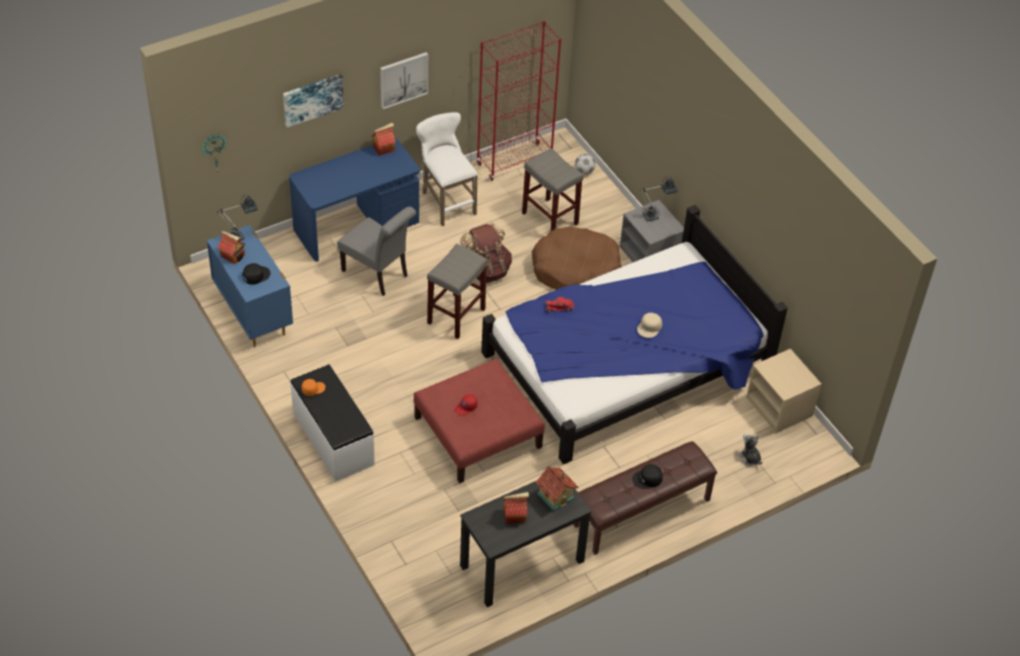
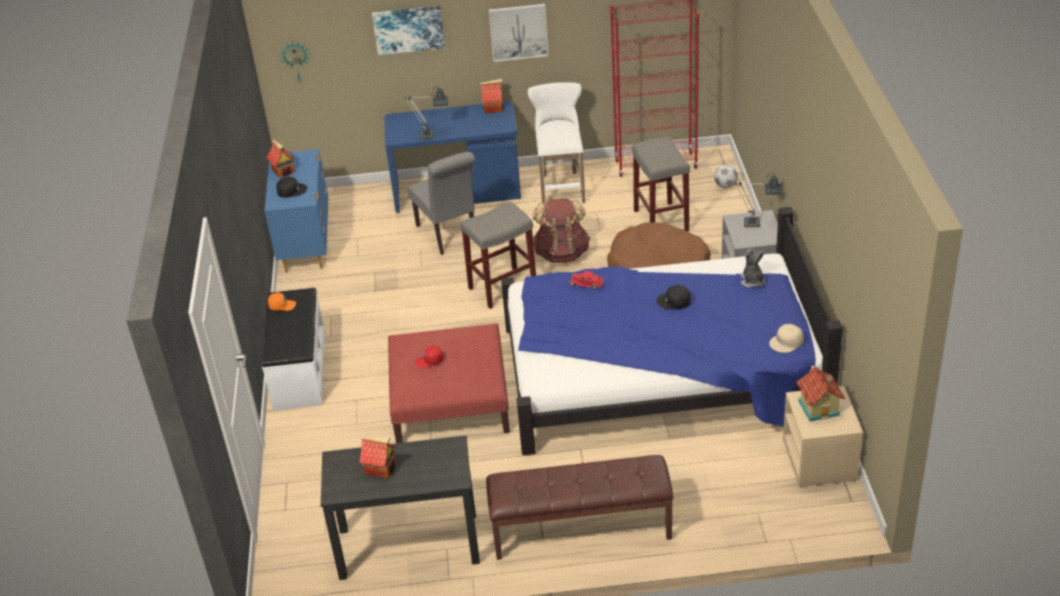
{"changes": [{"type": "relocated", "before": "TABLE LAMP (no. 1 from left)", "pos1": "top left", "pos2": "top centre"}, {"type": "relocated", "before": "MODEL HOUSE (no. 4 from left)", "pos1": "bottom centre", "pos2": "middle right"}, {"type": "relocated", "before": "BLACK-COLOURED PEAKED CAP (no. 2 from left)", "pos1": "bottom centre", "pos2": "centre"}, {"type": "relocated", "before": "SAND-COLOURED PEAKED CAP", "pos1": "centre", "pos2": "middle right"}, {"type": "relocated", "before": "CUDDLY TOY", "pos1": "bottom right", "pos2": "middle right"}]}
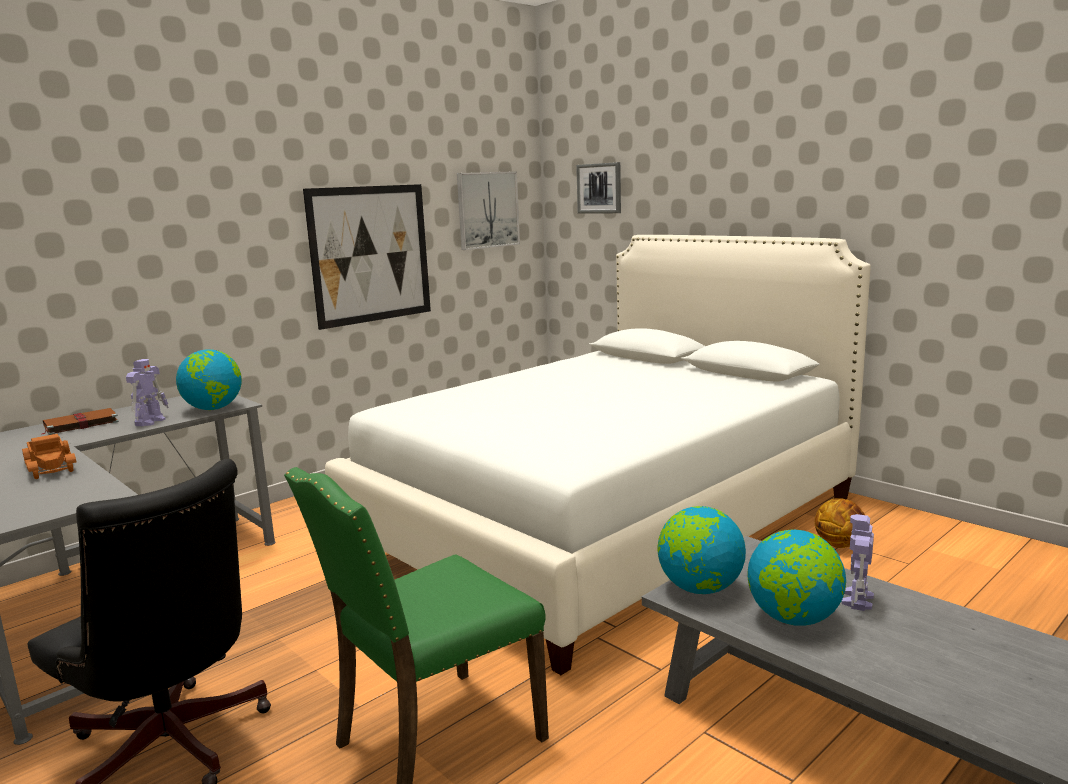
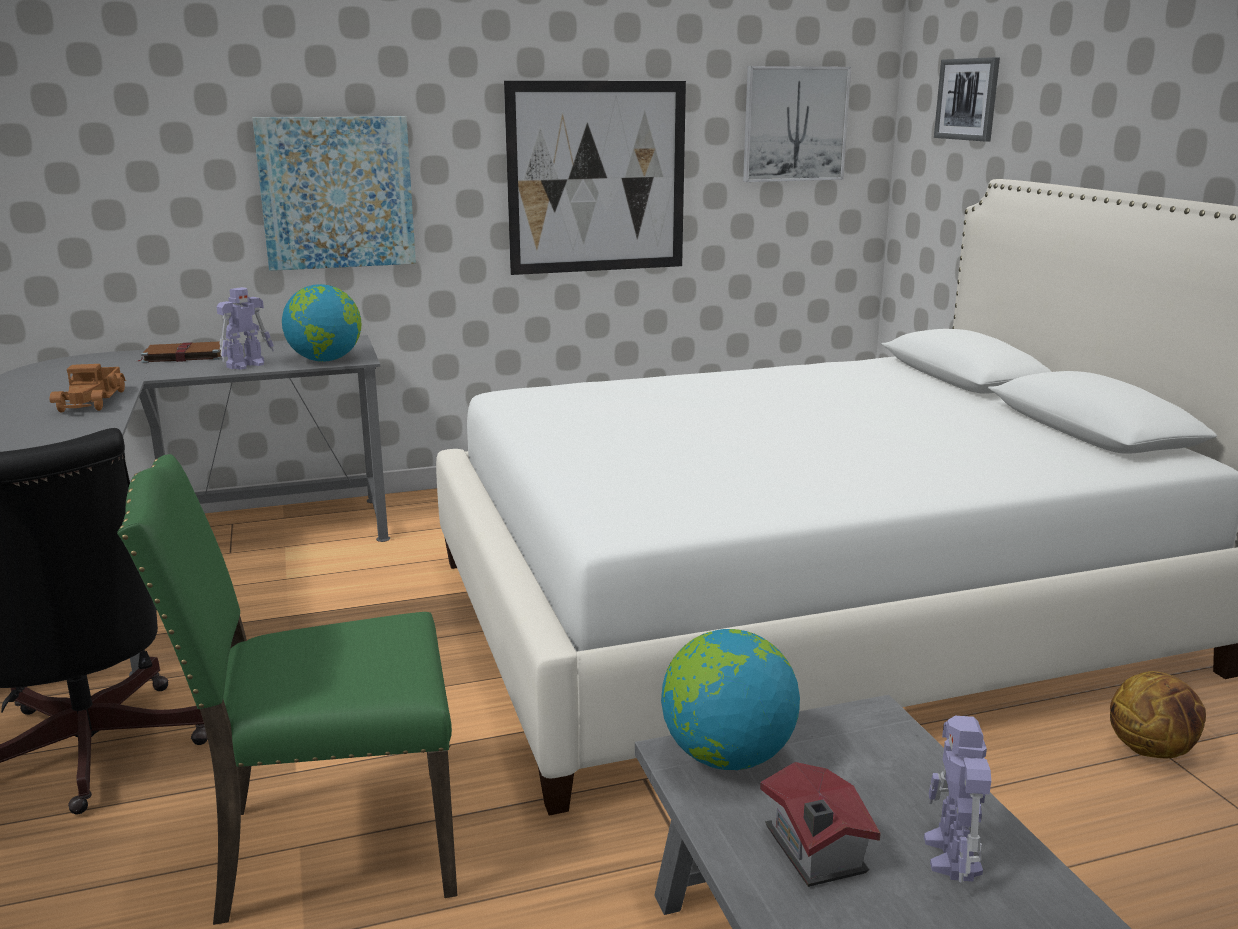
{"changes": [{"type": "appeared", "after": "WALL ART (no. 1 from left)", "pos2": "top left"}, {"type": "exchanged", "before": "DESK GLOBE (no. 3 from left)", "after": "MODEL HOUSE", "pos1": "bottom right", "pos2": "bottom centre"}, {"type": "spun", "before": "TOY ROBOT (no. 2 from left)", "pos1": "bottom right", "pos2": "bottom right", "turn": -45}]}
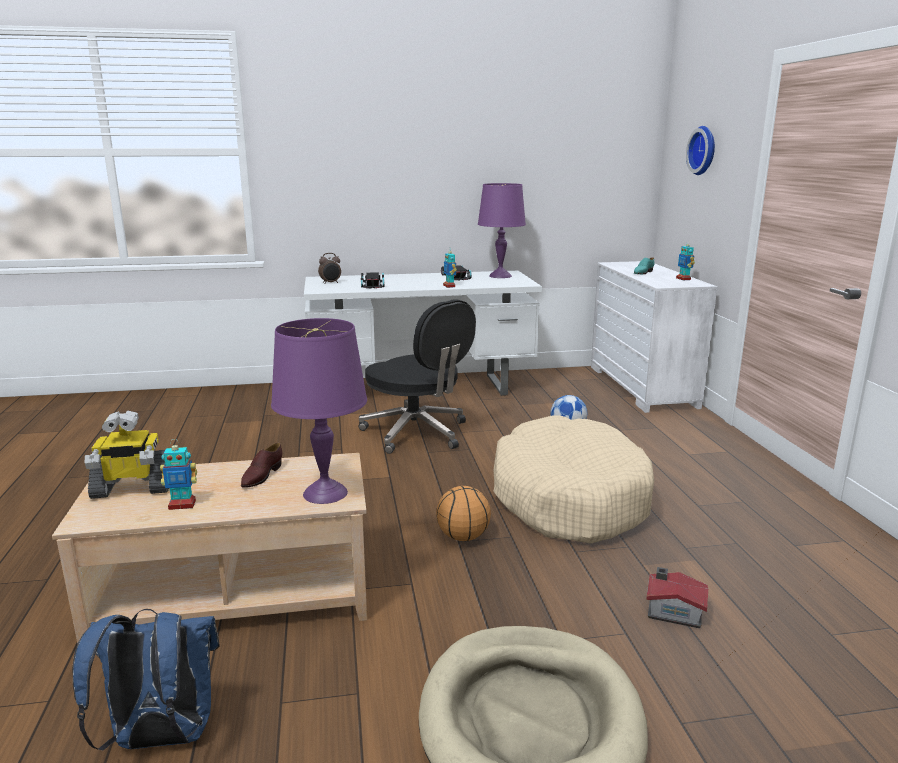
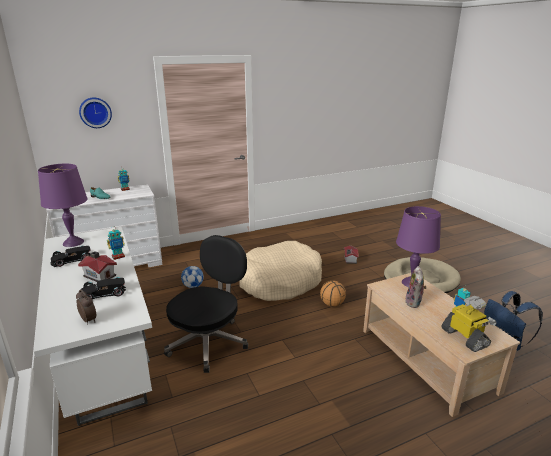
{"changes": [{"type": "appeared", "after": "MODEL HOUSE (no. 1 from left)", "pos2": "middle left"}, {"type": "exchanged", "before": "BROWN-COLOURED ITEM OF FOOTWEAR", "after": "CUDDLY TOY", "pos1": "middle left", "pos2": "middle right"}]}
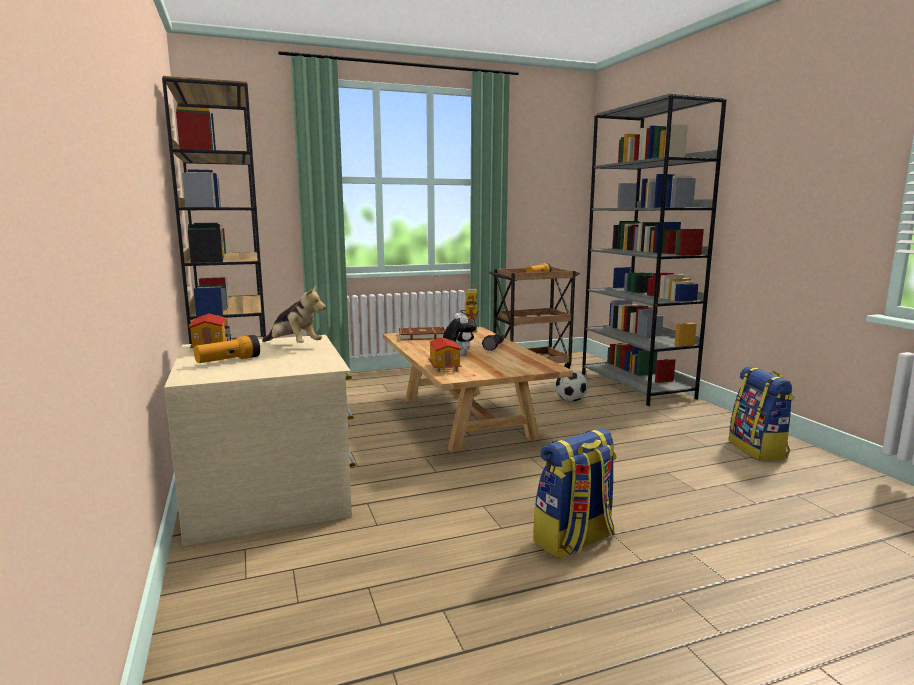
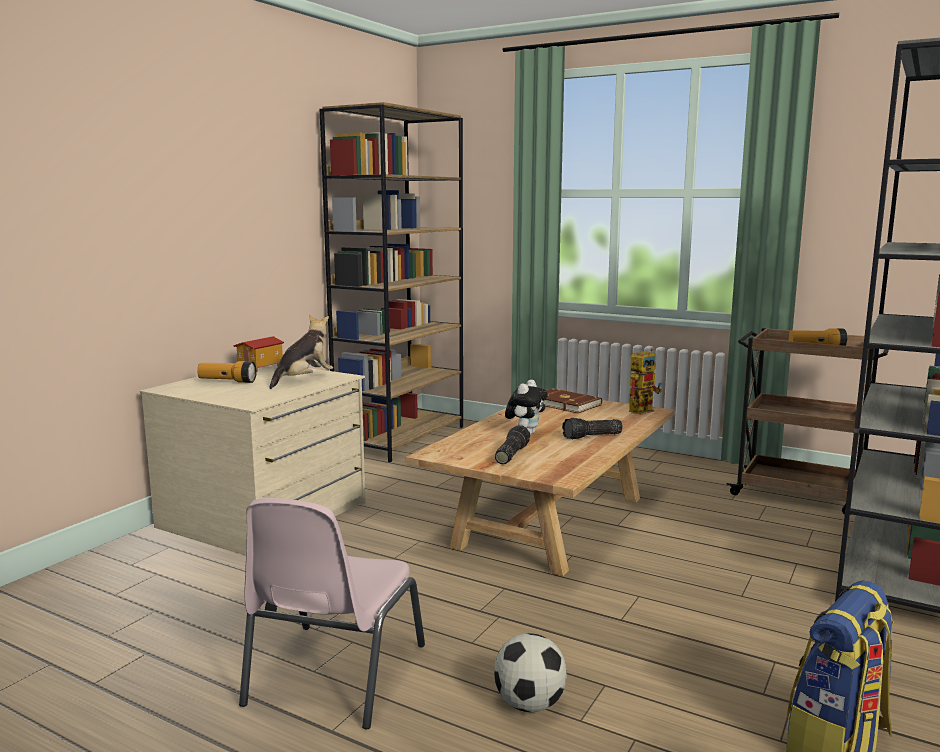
{"changes": [{"type": "missing", "before": "MODEL HOUSE (no. 2 from left)", "pos1": "centre"}, {"type": "appeared", "after": "FLASHLIGHT (no. 2 from left)", "pos2": "centre"}, {"type": "relocated", "before": "FOOTBALL", "pos1": "centre", "pos2": "bottom centre"}, {"type": "exchanged", "before": "BACKPACK (no. 1 from left)", "after": "PINK UPRIGHT CHAIR", "pos1": "bottom centre", "pos2": "bottom centre"}, {"type": "spun", "before": "CUDDLY TOY (no. 1 from left)", "pos1": "middle left", "pos2": "middle left", "turn": -135}]}
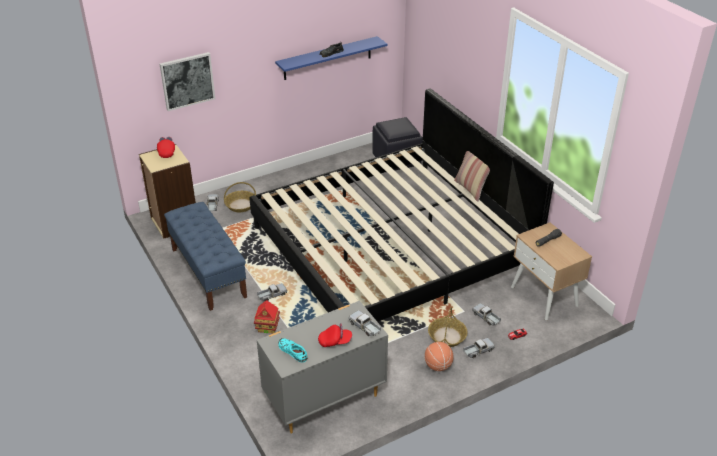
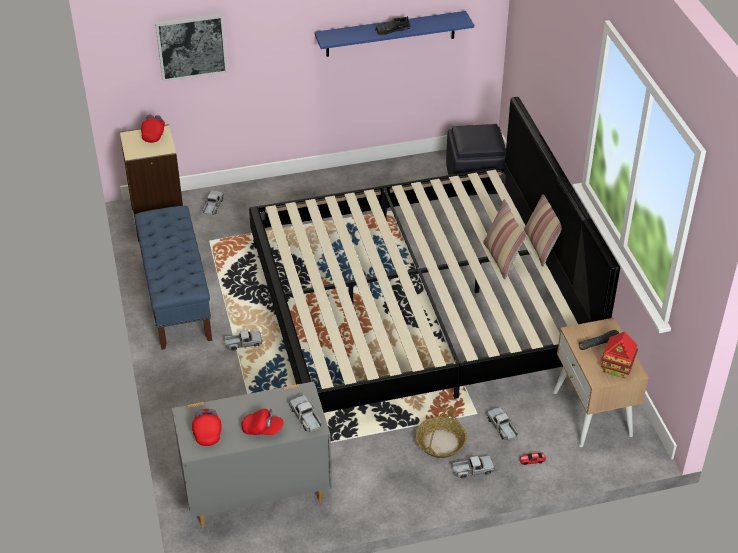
{"changes": [{"type": "missing", "before": "BASKET (no. 1 from left)", "pos1": "centre"}, {"type": "missing", "before": "BASKETBALL BALL", "pos1": "bottom centre"}, {"type": "appeared", "after": "THROW PILLOW (no. 1 from left)", "pos2": "middle right"}, {"type": "relocated", "before": "MODEL HOUSE", "pos1": "bottom centre", "pos2": "middle right"}, {"type": "exchanged", "before": "TURQUOISE ITEM OF FOOTWEAR", "after": "RED PEAKED CAP (no. 2 from left)", "pos1": "bottom centre", "pos2": "bottom left"}]}
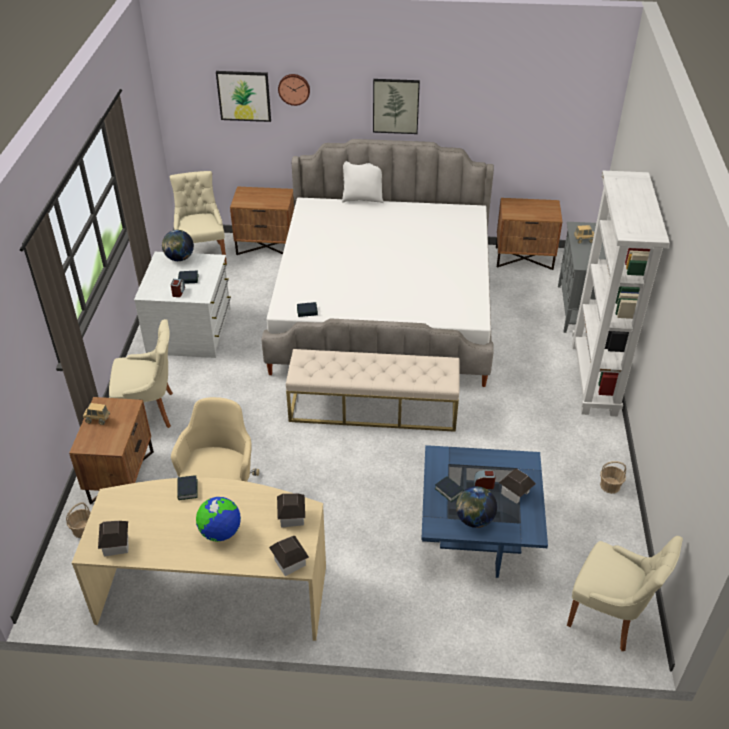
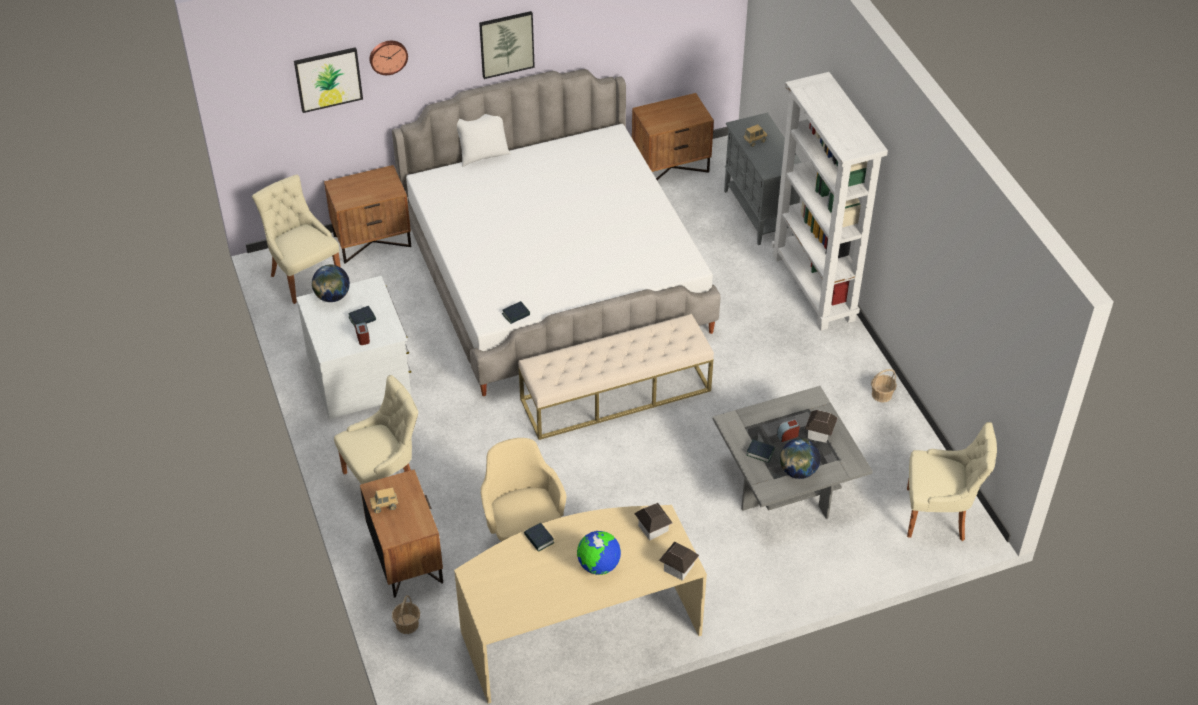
{"changes": [{"type": "missing", "before": "MODEL HOUSE (no. 1 from left)", "pos1": "bottom left"}, {"type": "colour", "before": "BLUE-COLOURED COFFEE TABLE", "after": "GRAY COFFEE TABLE", "pos1": "bottom centre", "pos2": "centre"}]}
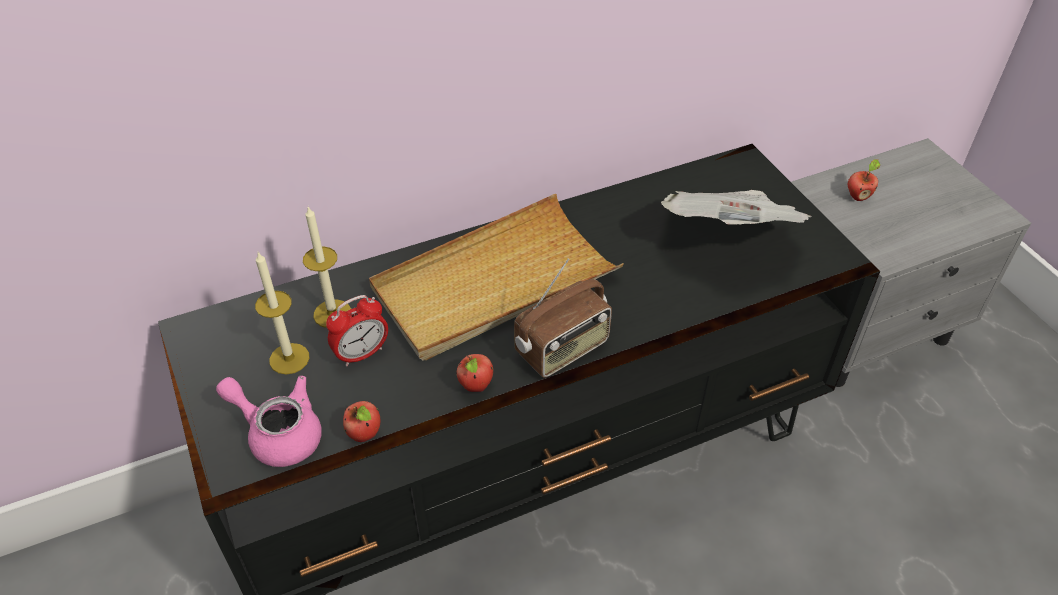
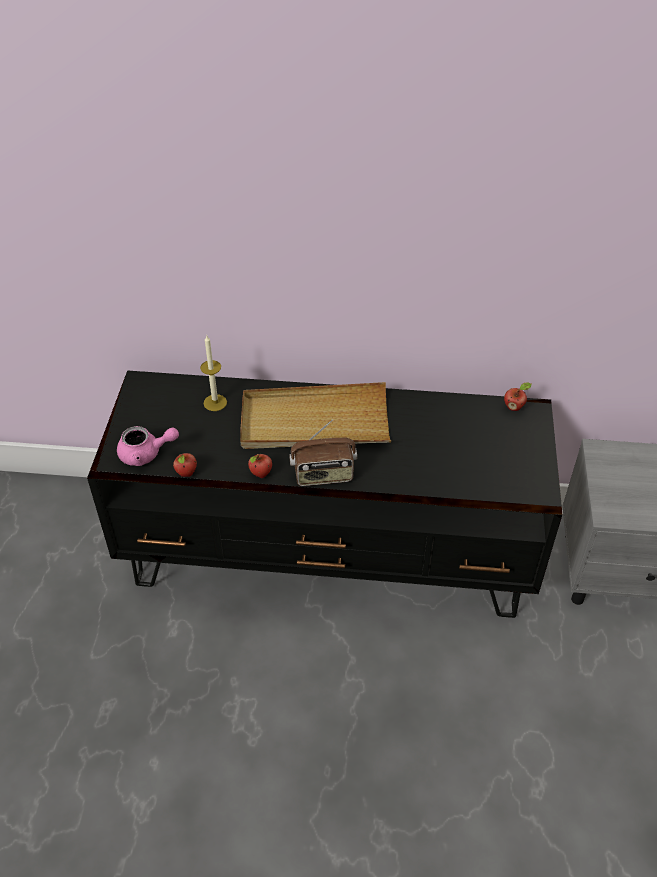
{"changes": [{"type": "missing", "before": "CANDLE (no. 1 from left)", "pos1": "middle left"}, {"type": "missing", "before": "ALARM CLOCK", "pos1": "centre"}, {"type": "missing", "before": "PRINTED PAPER", "pos1": "middle right"}, {"type": "relocated", "before": "WHOLE APPLE (no. 3 from left)", "pos1": "top right", "pos2": "middle right"}, {"type": "spun", "before": "PINK TEAPOT", "pos1": "bottom left", "pos2": "middle left", "turn": 120}]}
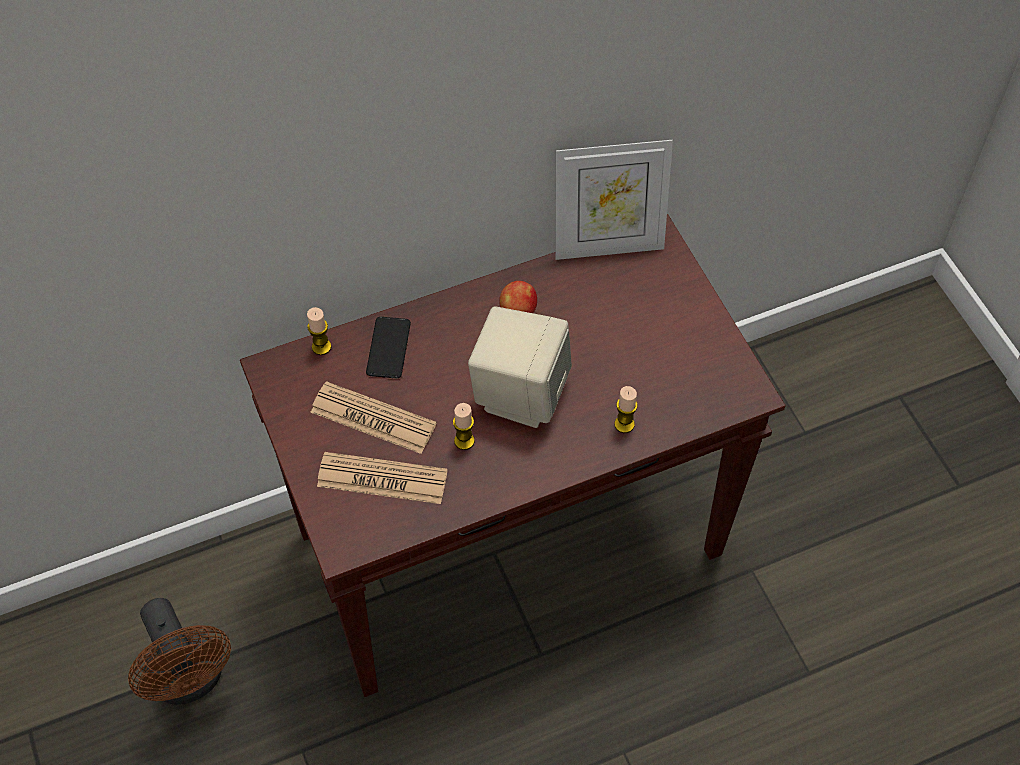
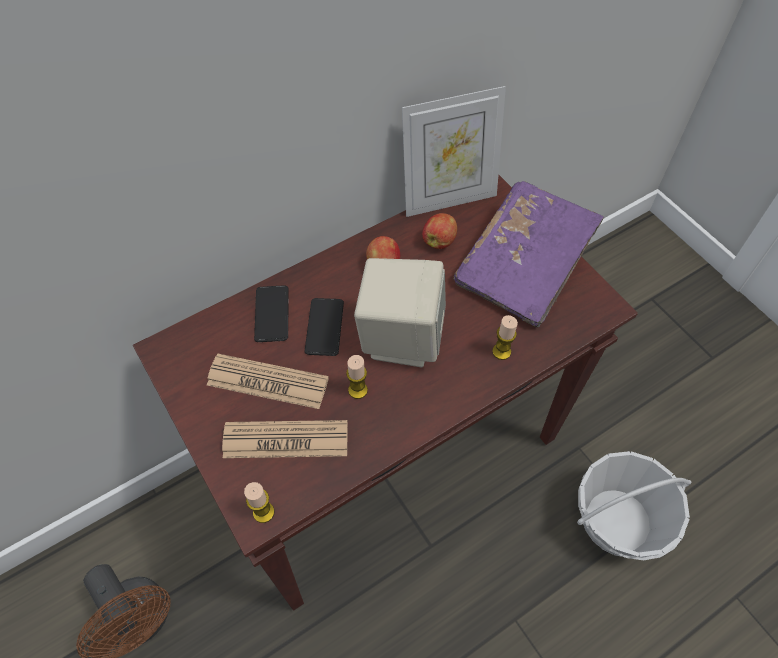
{"changes": [{"type": "appeared", "after": "HANDSET (no. 2 from left)", "pos2": "centre"}, {"type": "appeared", "after": "WHOLE APPLE (no. 2 from left)", "pos2": "centre"}, {"type": "appeared", "after": "PURPLISH BOOK", "pos2": "middle right"}, {"type": "appeared", "after": "BASKET", "pos2": "bottom right"}, {"type": "relocated", "before": "CANDLE (no. 1 from left)", "pos1": "middle left", "pos2": "bottom left"}]}
